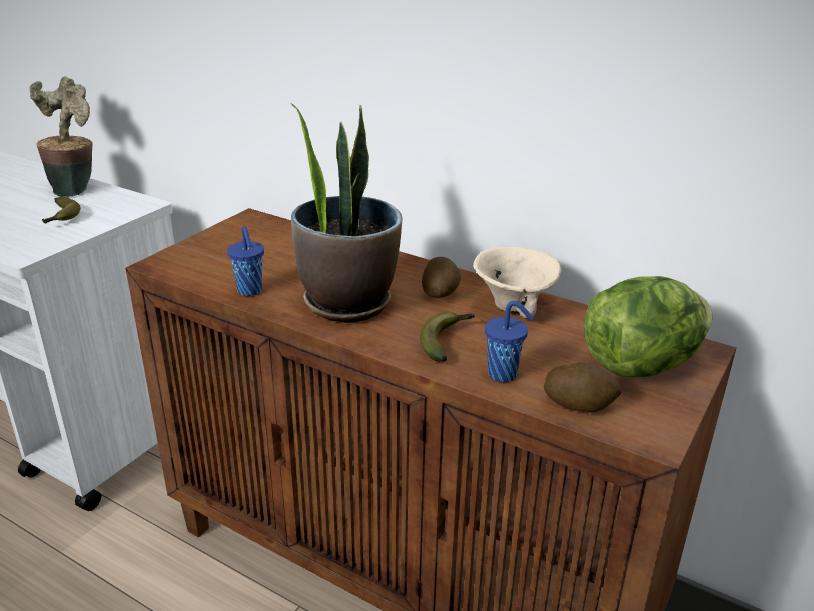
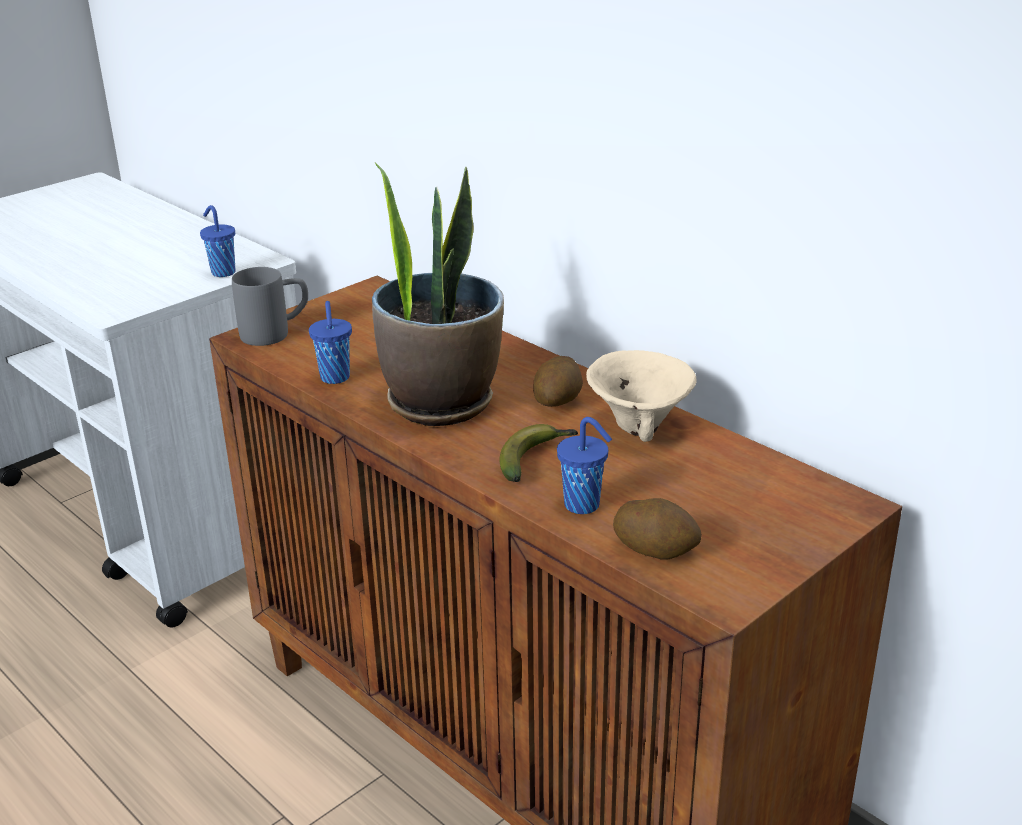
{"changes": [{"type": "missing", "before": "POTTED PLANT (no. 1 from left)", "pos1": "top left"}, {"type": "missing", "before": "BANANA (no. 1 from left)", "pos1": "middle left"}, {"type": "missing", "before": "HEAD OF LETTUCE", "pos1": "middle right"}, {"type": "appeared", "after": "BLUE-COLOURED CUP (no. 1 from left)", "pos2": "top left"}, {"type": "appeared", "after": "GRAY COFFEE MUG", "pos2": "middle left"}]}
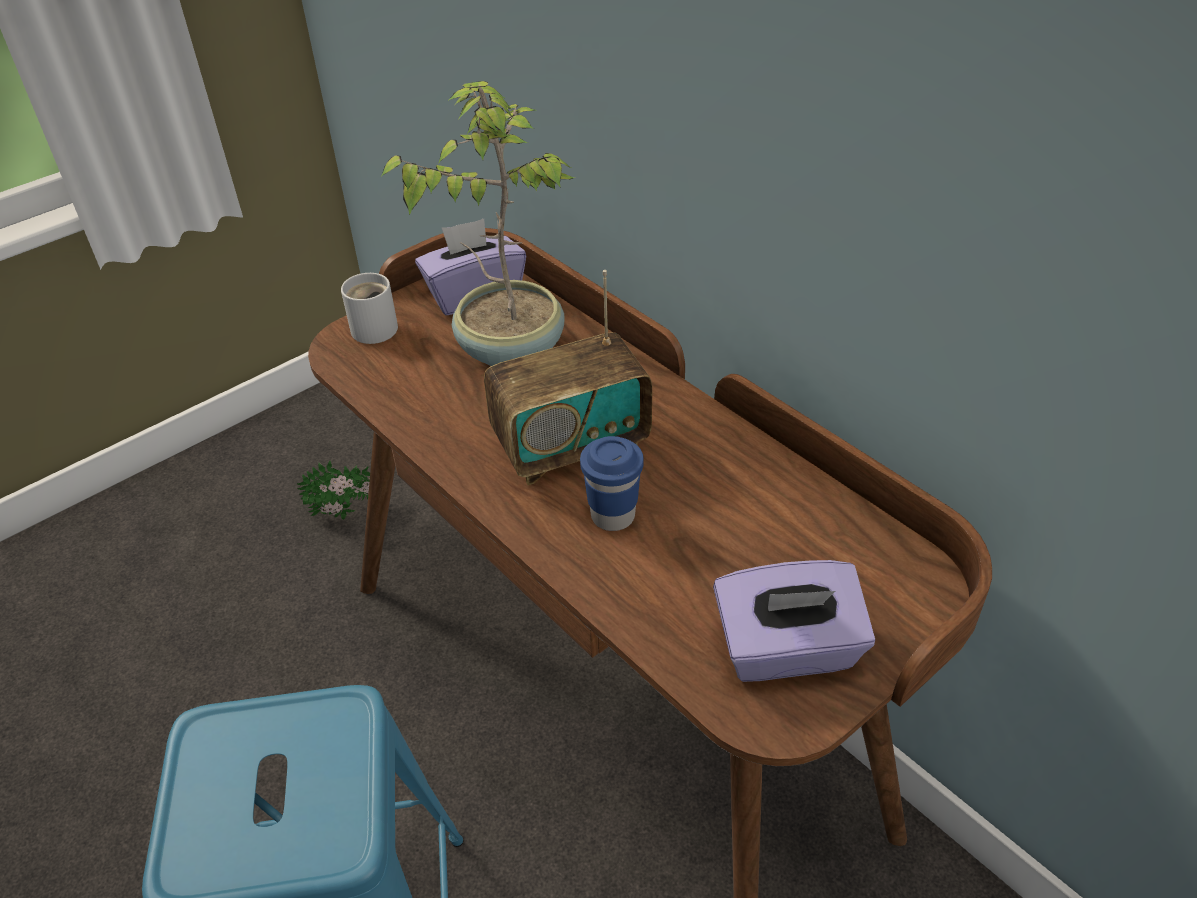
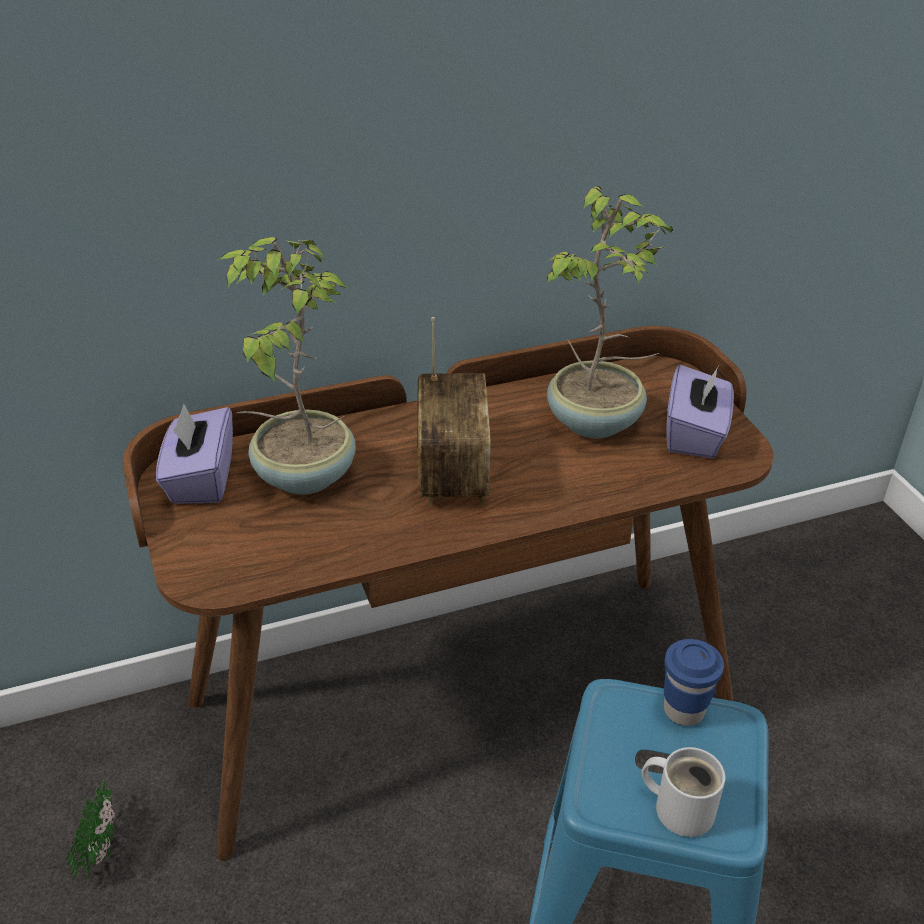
{"changes": [{"type": "appeared", "after": "POTTED PLANT (no. 3 from left)", "pos2": "centre"}, {"type": "relocated", "before": "WHITE-COLOURED COFFEE MUG", "pos1": "middle left", "pos2": "bottom right"}, {"type": "relocated", "before": "BLUE-COLOURED CUP", "pos1": "centre", "pos2": "bottom right"}]}
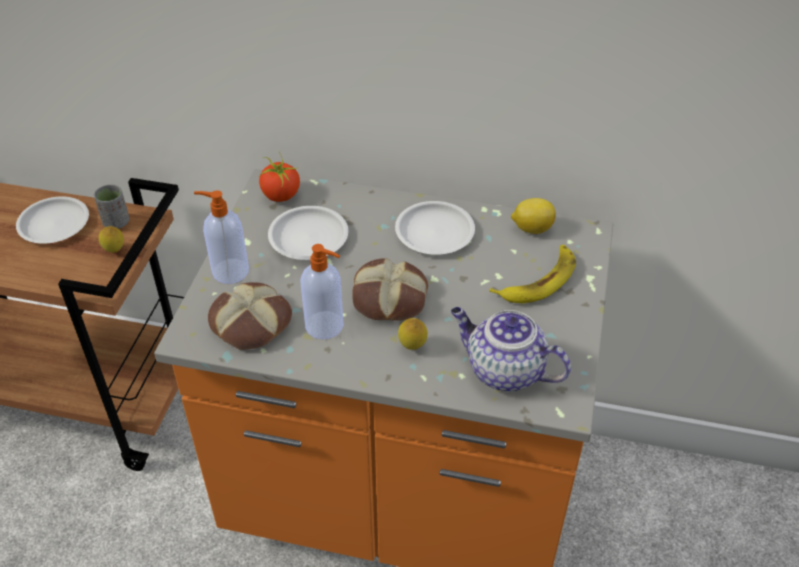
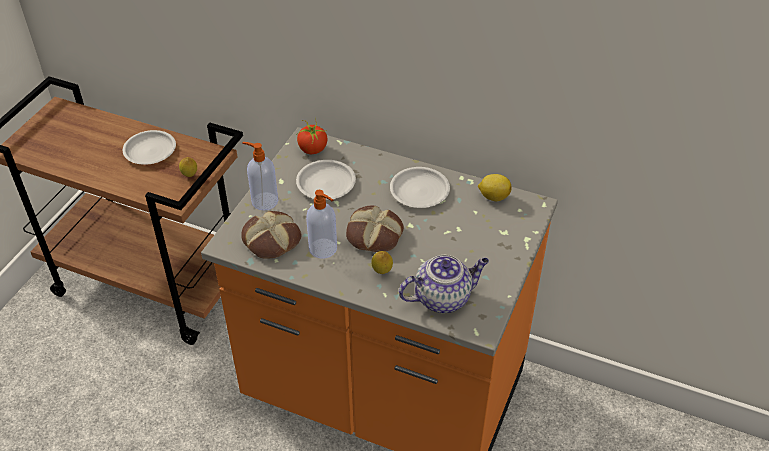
{"changes": [{"type": "missing", "before": "GRAY CUP", "pos1": "middle left"}, {"type": "missing", "before": "BANANA", "pos1": "centre"}, {"type": "spun", "before": "TEAPOT", "pos1": "centre", "pos2": "centre", "turn": 120}]}
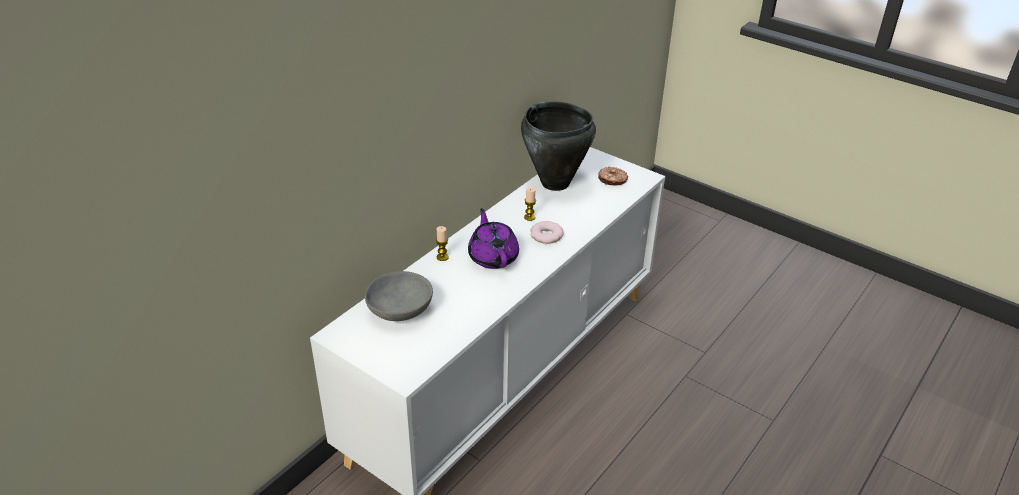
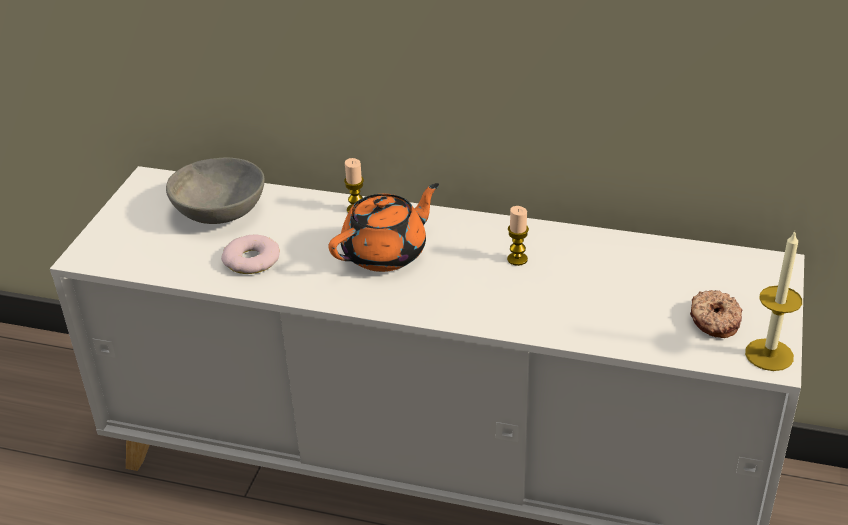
{"changes": [{"type": "missing", "before": "BLACK-COLOURED STOCKPOT", "pos1": "top centre"}, {"type": "appeared", "after": "CANDLE (no. 3 from left)", "pos2": "middle right"}, {"type": "relocated", "before": "RING DOUGHNUT (no. 1 from left)", "pos1": "centre", "pos2": "middle left"}, {"type": "colour", "before": "PURPLISH TEAPOT", "after": "ORANGEY TEAPOT", "pos1": "centre", "pos2": "centre"}]}
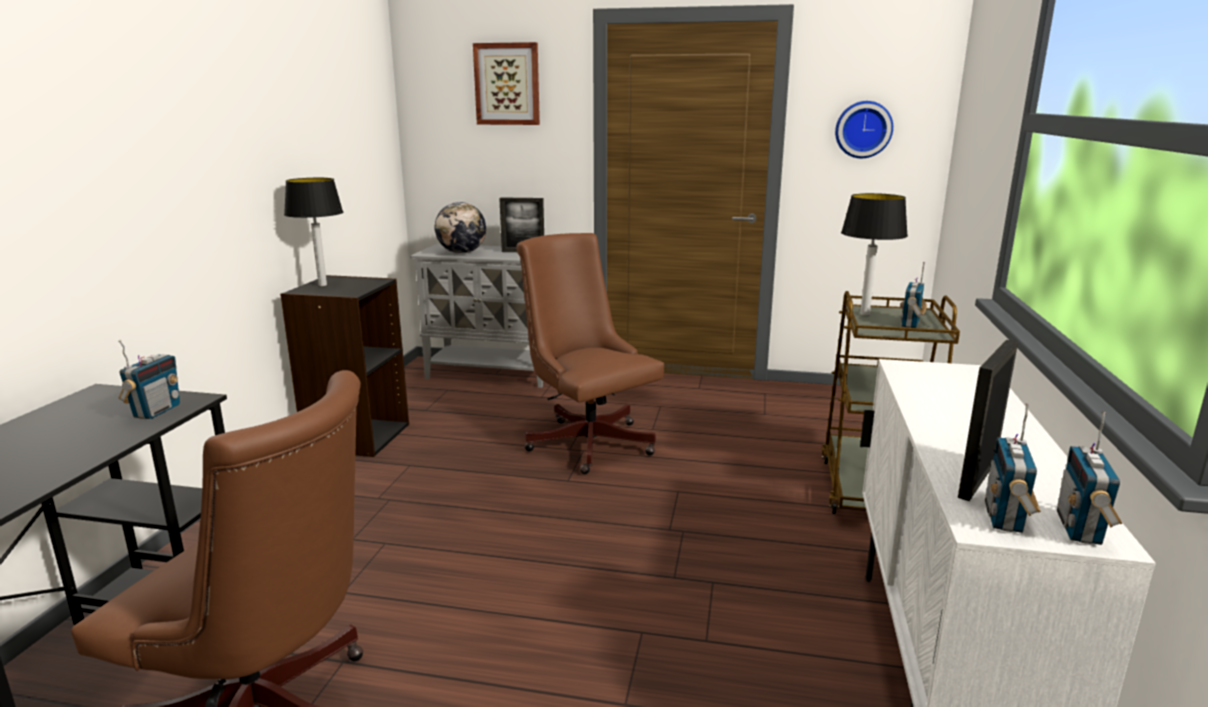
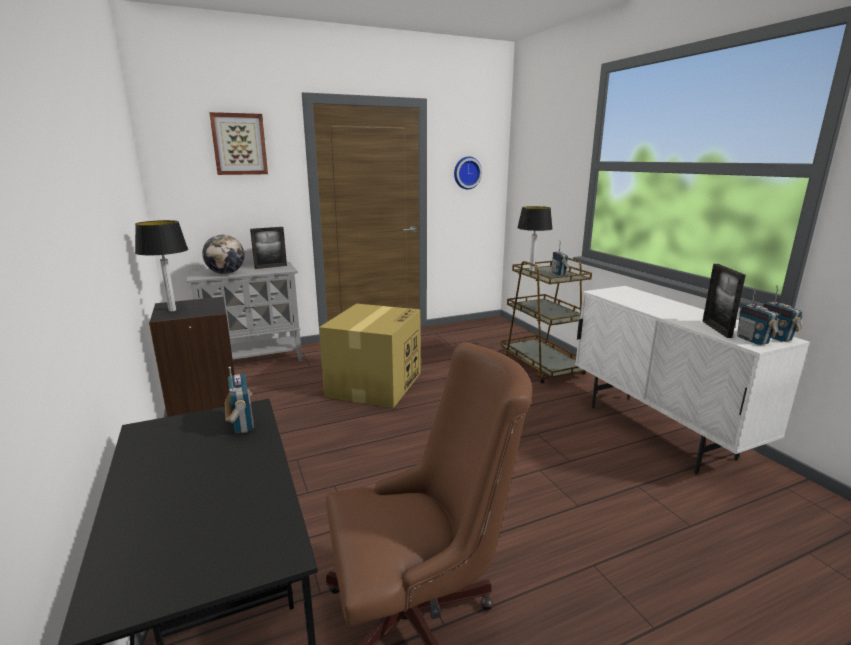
{"changes": [{"type": "exchanged", "before": "BROWN-COLOURED DESK CHAIR (no. 2 from left)", "after": "PACKING BOX", "pos1": "centre", "pos2": "centre"}]}
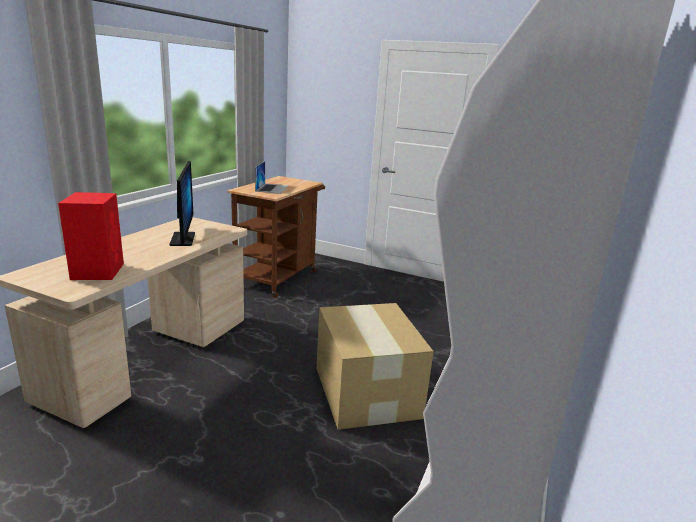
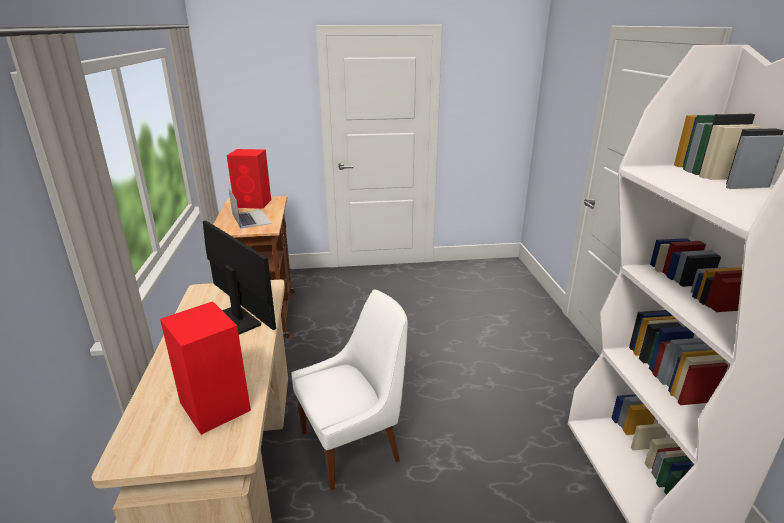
{"changes": [{"type": "missing", "before": "PACKING BOX", "pos1": "bottom centre"}, {"type": "appeared", "after": "RED AUDIO SPEAKER (no. 2 from left)", "pos2": "middle left"}, {"type": "appeared", "after": "WHITE-COLOURED UPRIGHT CHAIR", "pos2": "bottom centre"}]}
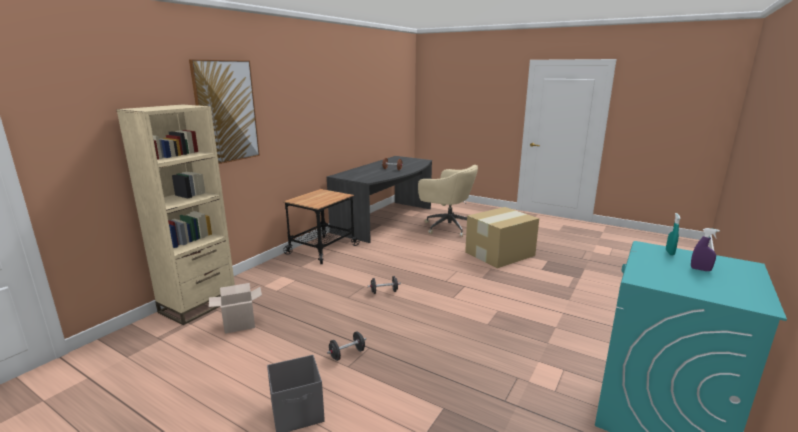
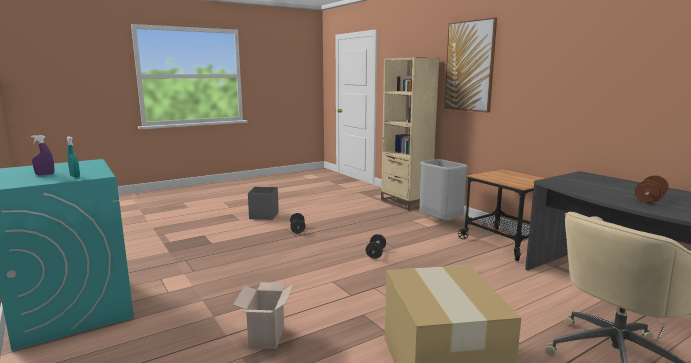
{"changes": [{"type": "appeared", "after": "GRAY RUBBISH BIN", "pos2": "centre"}, {"type": "relocated", "before": "PACKING BOX (no. 1 from left)", "pos1": "bottom left", "pos2": "bottom centre"}]}
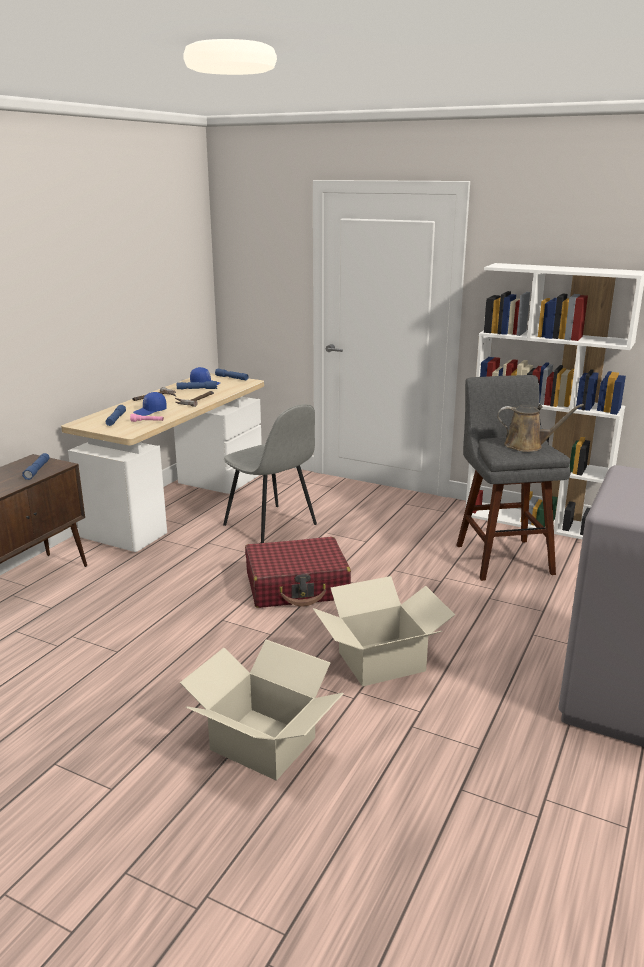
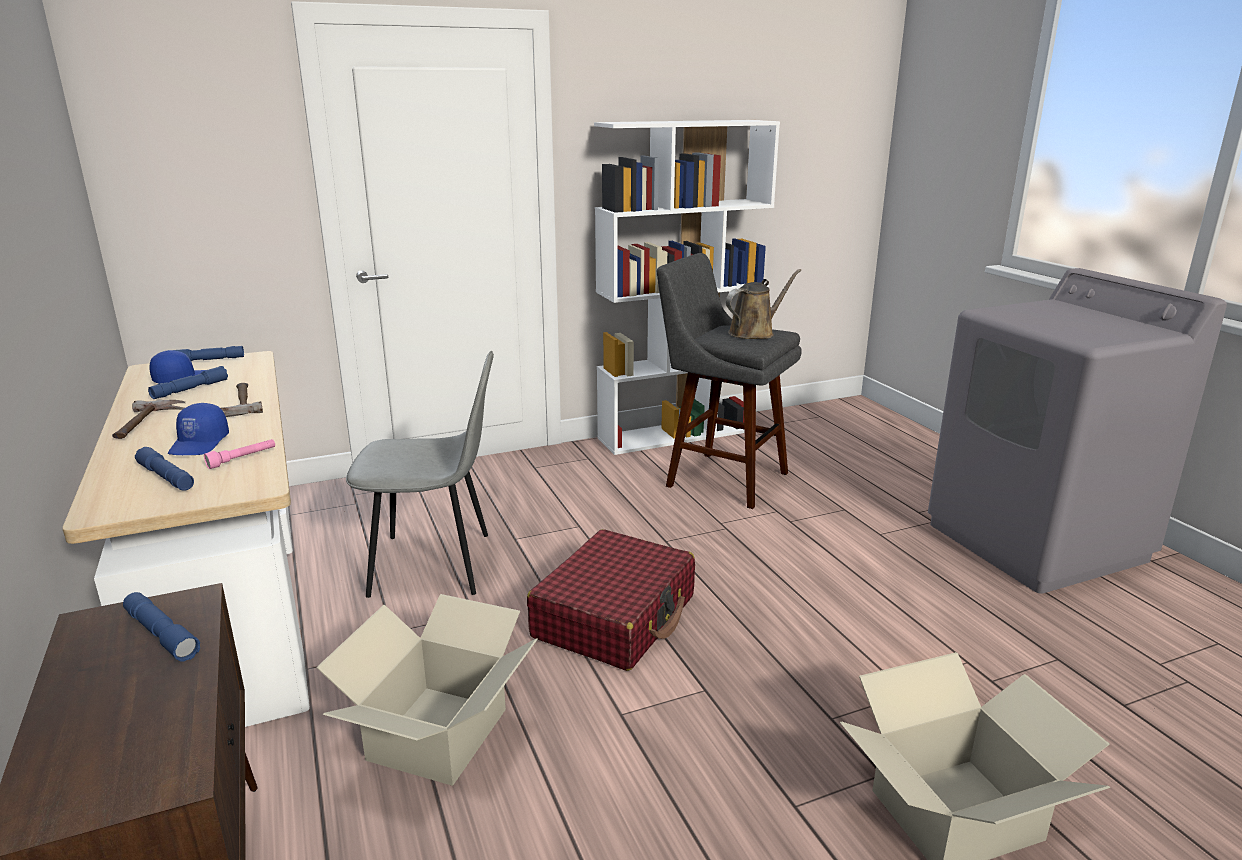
{"changes": [{"type": "relocated", "before": "PACKING BOX (no. 2 from left in the first image)", "after": "PACKING BOX (no. 1 from left)", "pos1": "centre", "pos2": "bottom centre"}]}
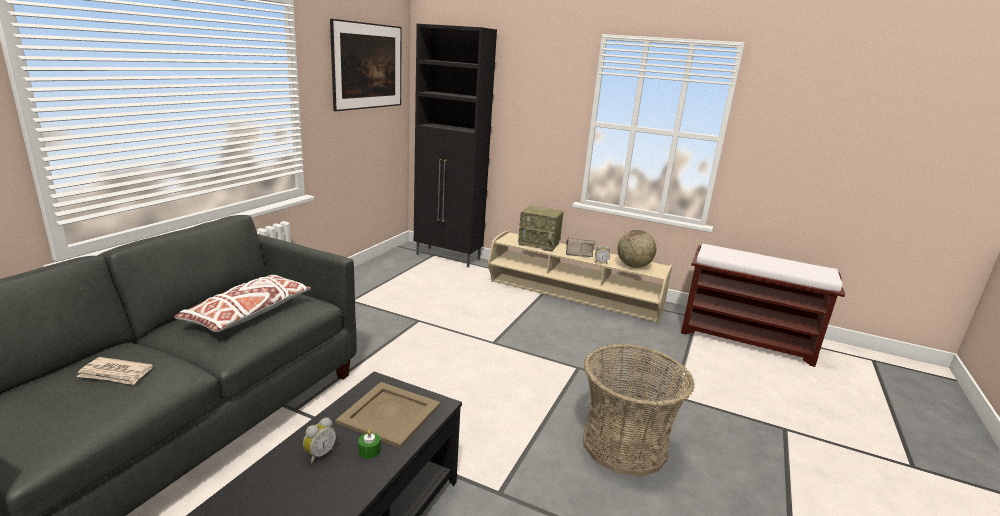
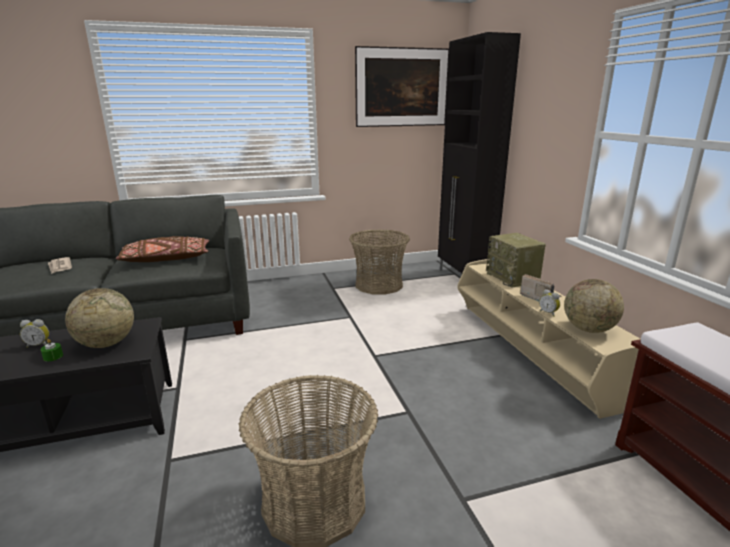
{"changes": [{"type": "appeared", "after": "BASKET (no. 2 from left)", "pos2": "centre"}, {"type": "exchanged", "before": "SAND-COLOURED SERVING TRAY", "after": "DESK GLOBE (no. 1 from left)", "pos1": "bottom centre", "pos2": "middle left"}, {"type": "colour", "before": "WHITE-COLOURED THROW PILLOW", "after": "BROWN-COLOURED THROW PILLOW", "pos1": "middle left", "pos2": "middle left"}]}
